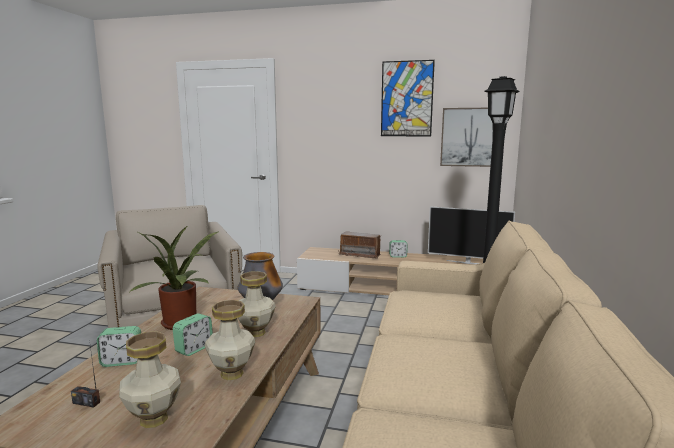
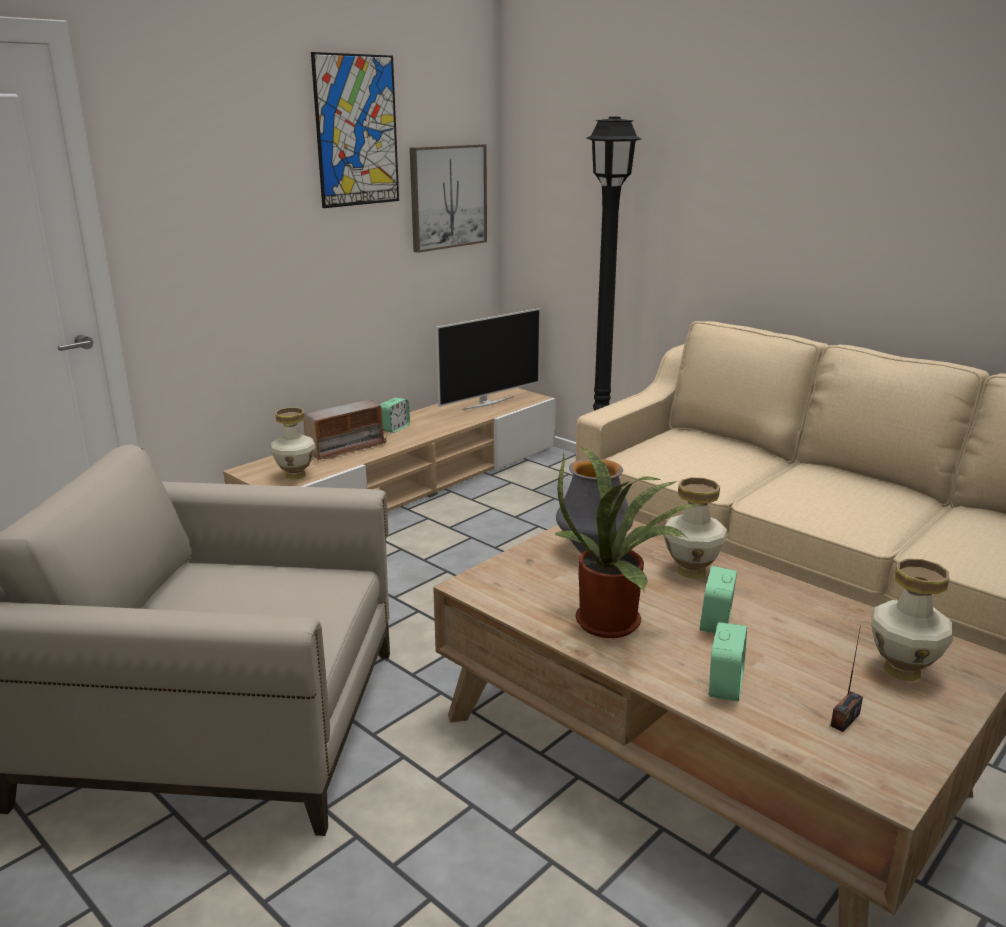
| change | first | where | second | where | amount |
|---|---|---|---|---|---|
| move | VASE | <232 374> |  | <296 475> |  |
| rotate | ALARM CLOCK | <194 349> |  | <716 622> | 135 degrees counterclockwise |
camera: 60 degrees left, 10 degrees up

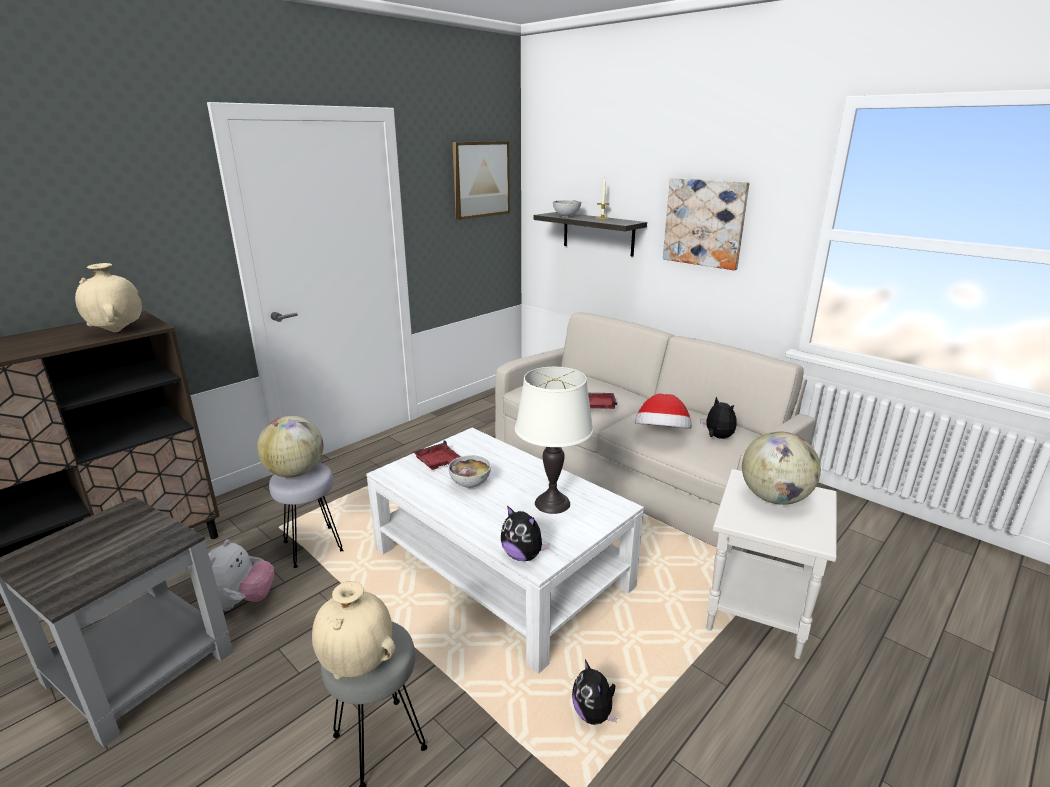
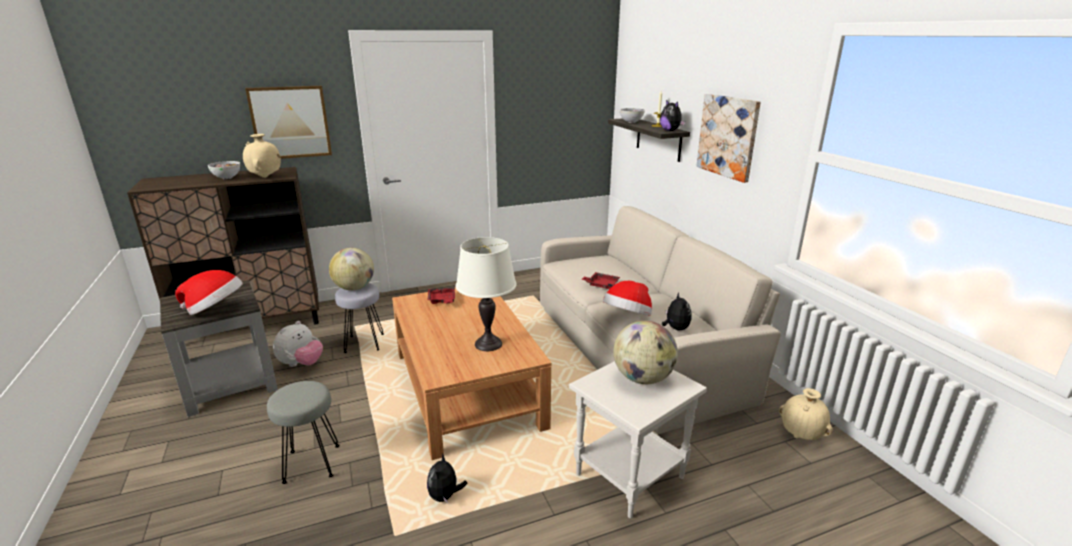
| change | first | where | second | where | amount |
|---|---|---|---|---|---|
| move | PICTURE | <481 179> |  | <290 122> |  |
| recolor | WHITE COFFEE TABLE | <501 568> | BROWN COFFEE TABLE | <467 389> |  |
| move | BOWL | <470 484> |  | <227 178> |  |
| move | PLUSH TOY | <523 555> |  | <670 131> |  |
| move | BEIGE VASE | <358 665> |  | <801 436> |  |
| insert |  |  | HAT | <216 309> |  |
camera: 25 degrees right, 0 degrees up

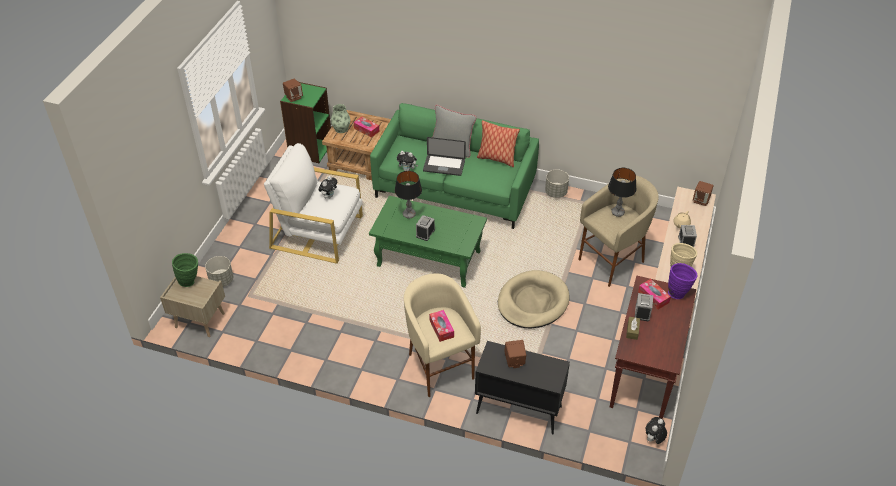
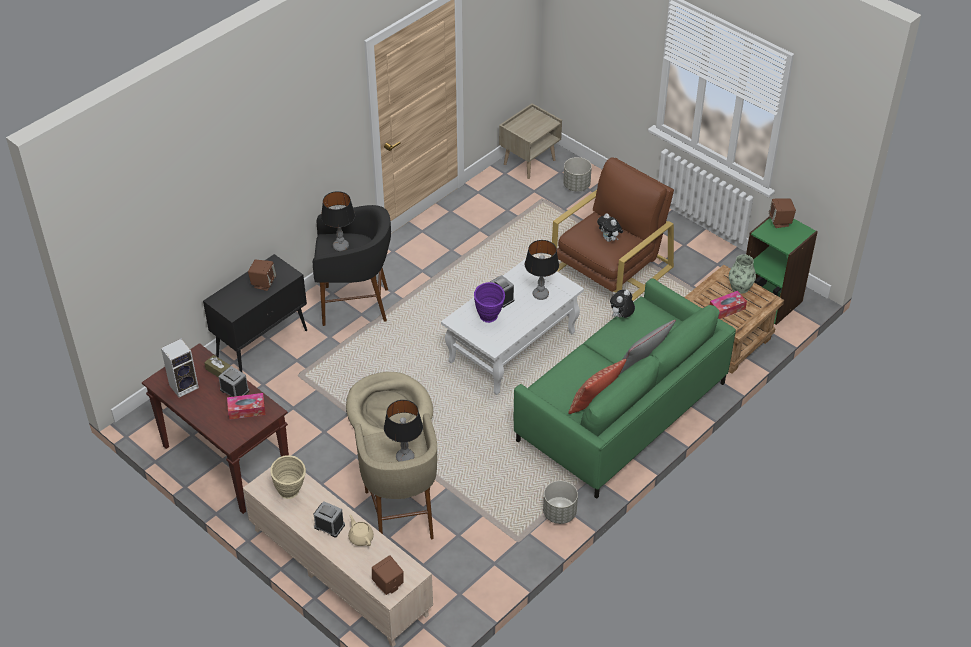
| change | first | where | second | where | amount |
|---|---|---|---|---|---|
| delete | LAPTOP | <444 166> |  |  |  |
| recolor | WHITE ARMCHAIR | <318 232> | BROWN ARMCHAIR | <611 270> |  |
| recolor | GREEN COFFEE TABLE | <429 259> | WHITE COFFEE TABLE | <511 347> |  |
| delete | GREEN VASE | <190 281> |  |  |  |
| move | PURPLE VASE | <678 292> |  | <489 319> |  |
| recolor | BEIGE STOOL | <439 367> | BLACK STOOL | <356 305> |  |
| replace | TISSUE BOX | <441 328> | TABLE LAMP | <340 246> |  |
| delete | PLUSH TOY | <653 439> |  |  |  |
| insert |  |  | SPEAKER | <184 385> |  |
camera: 115 degrees right, 0 degrees up

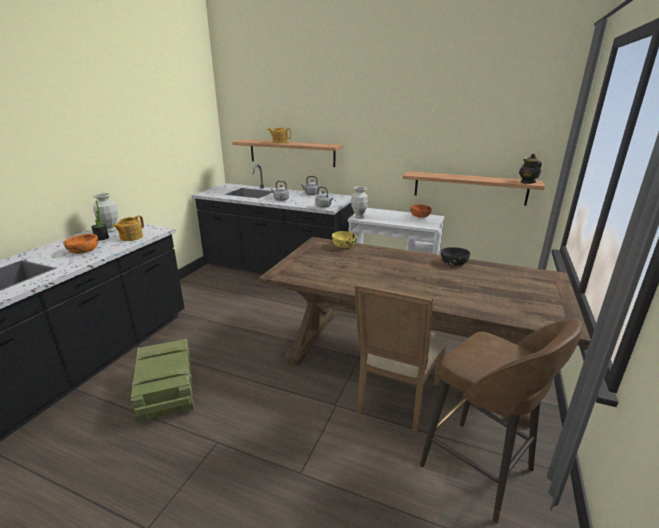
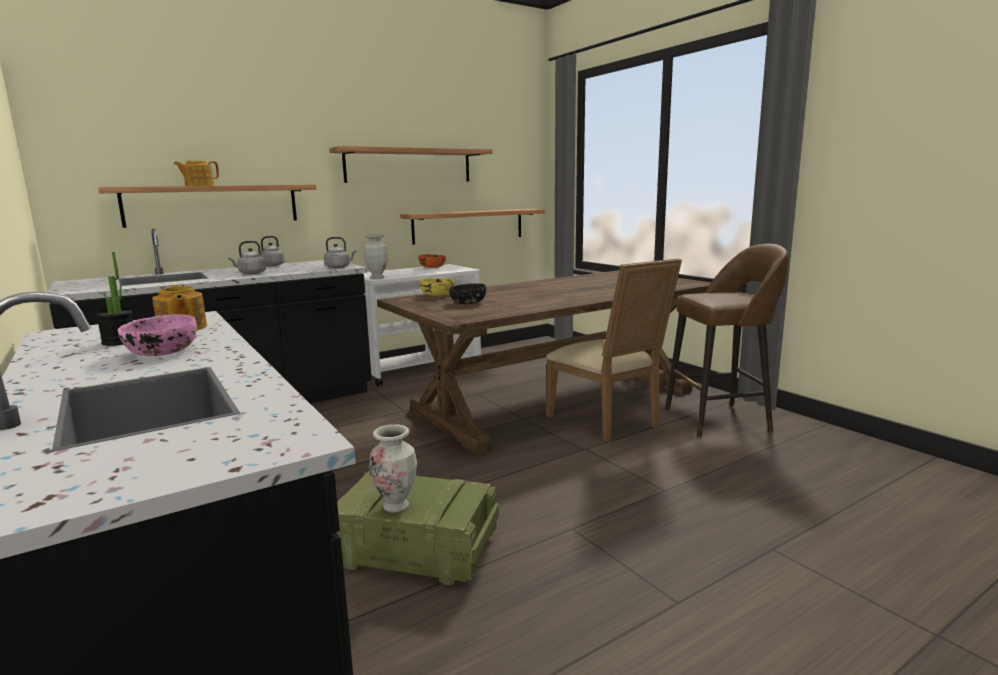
| change | first | where | second | where | amount |
|---|---|---|---|---|---|
| delete | TEAPOT | <527 182> |  |  |  |
| move | VASE | <110 230> |  | <396 506> |  |
| recolor | ORANGE BOWL | <83 251> | PINK BOWL | <161 352> |  |
| move | BLACK BOWL | <453 263> |  | <467 303> |  |
| insert |  |  | SHELF | <409 166> |  |
camera: 55 degrees left, 10 degrees down

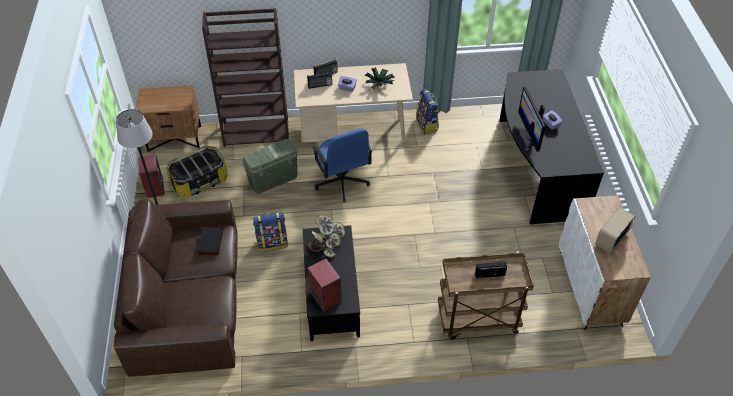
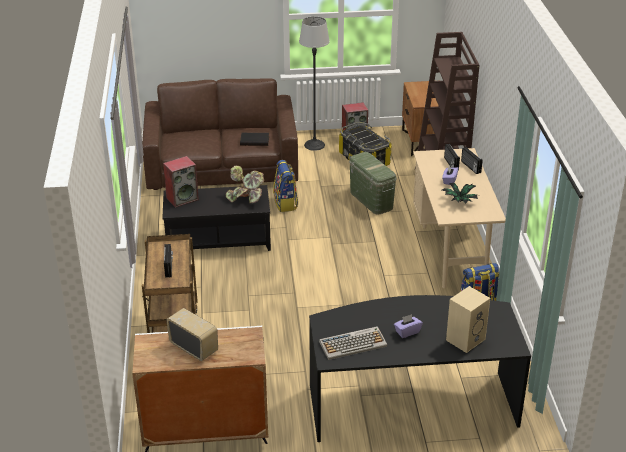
| change | first | where | second | where | amount |
|---|---|---|---|---|---|
| delete | MONITOR | <528 137> |  |  |  |
| delete | BLUE OFFICE CHAIR | <341 182> |  |  |  |
| insert |  |  | BEIGE SPEAKER | <465 339> |  |
| insert |  |  | KEYBOARD | <353 343> |  |
camera: 90 degrees right, 15 degrees down

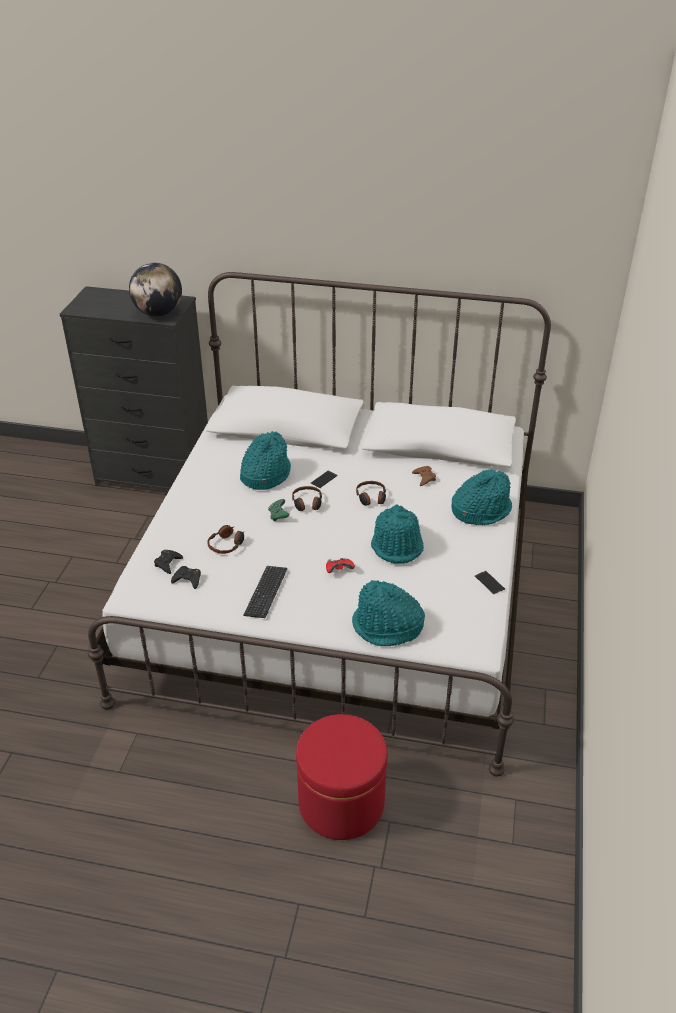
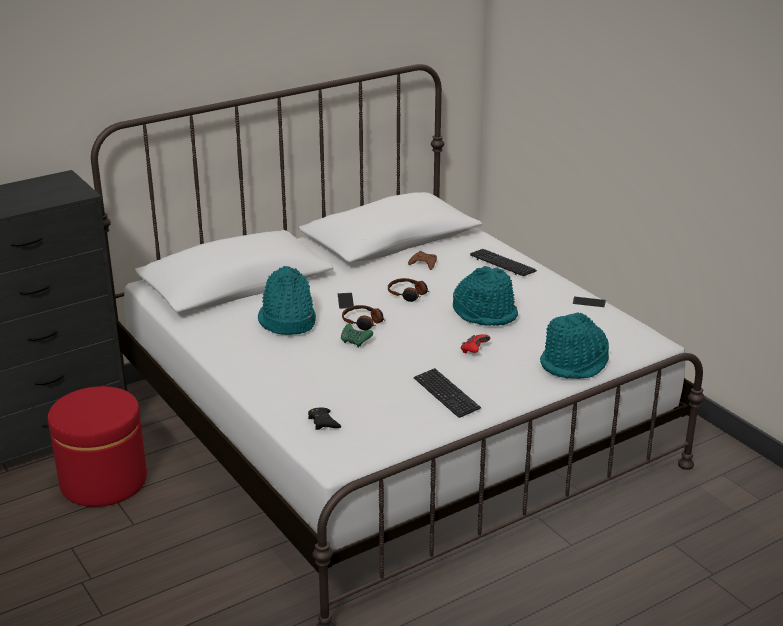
| change | first | where | second | where | amount |
|---|---|---|---|---|---|
| delete | GLOBE | <158 313> |  |  |  |
| replace | TURQUOISE HAT | <480 510> | KEYBOARD | <502 264> |  |
| delete | HEADPHONES | <227 544> |  |  |  |
| delete | BLACK GAME CONTROLLER | <188 579> |  |  |  |
| move | RED OTTOMAN | <341 803> |  | <103 481> |  |
camera: 45 degrees left, 10 degrees down

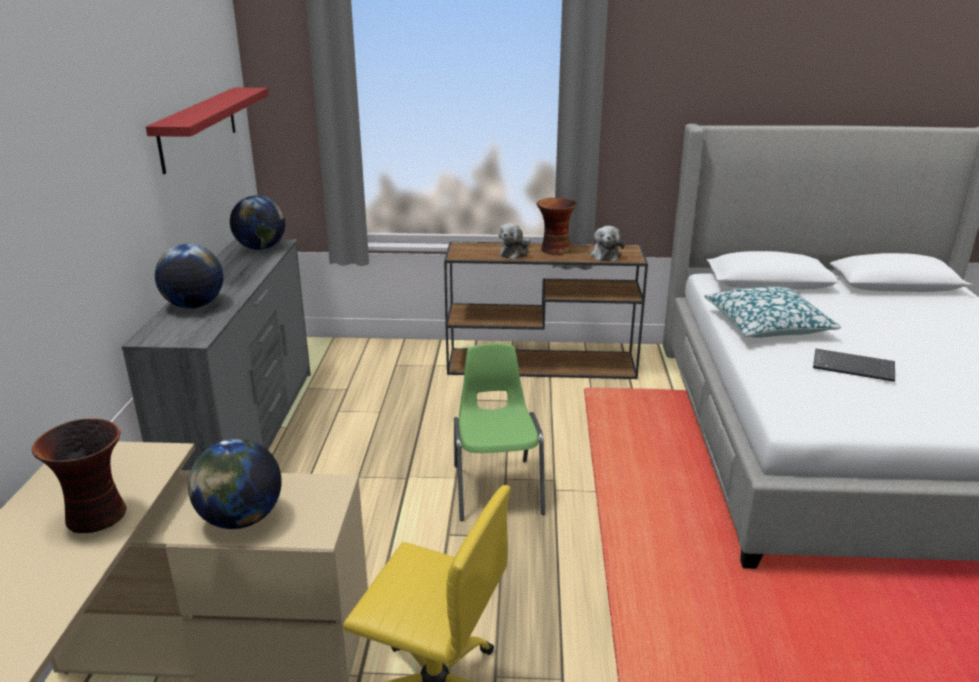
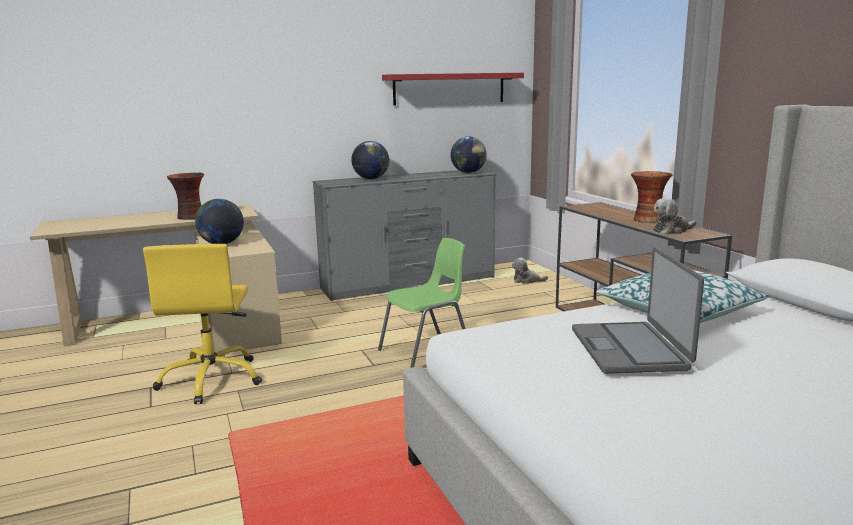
| change | first | where | second | where | amount |
|---|---|---|---|---|---|
| move | PLUSH TOY | <515 253> |  | <527 280> |  |
| replace | KEYBOARD | <854 366> | LAPTOP | <630 349> |  |
camera: 65 degrees right, 10 degrees down

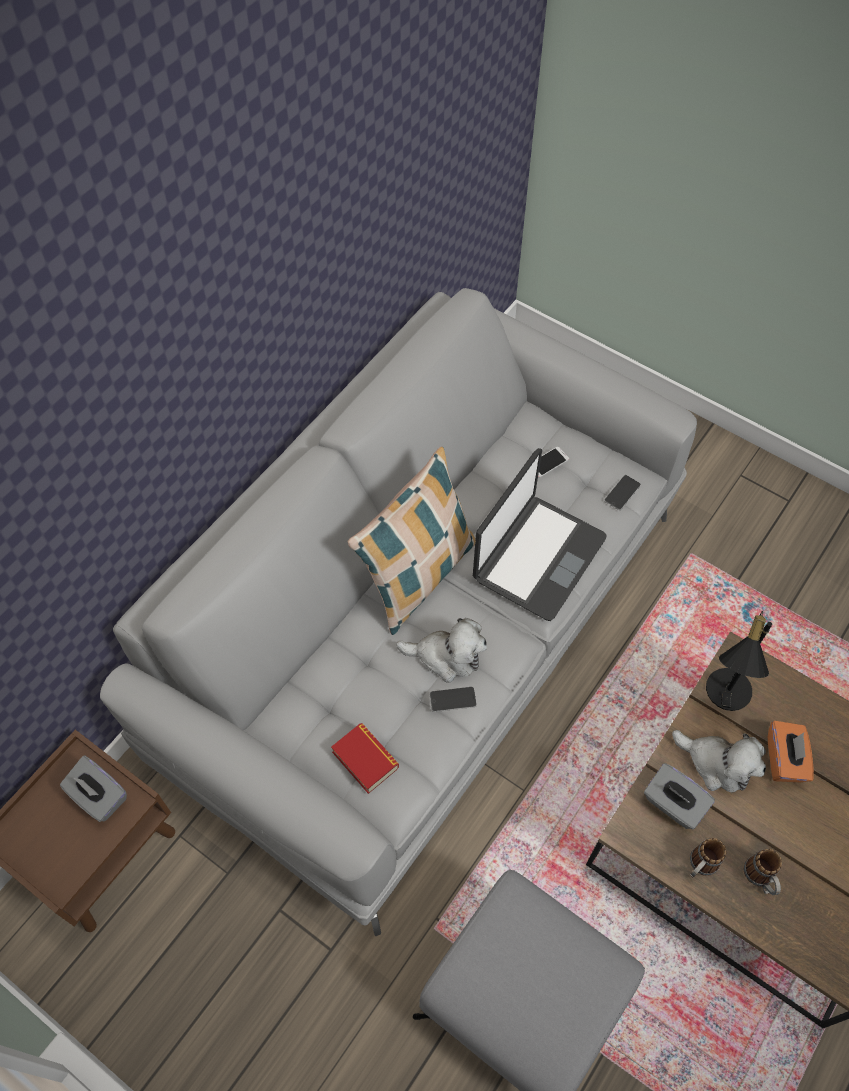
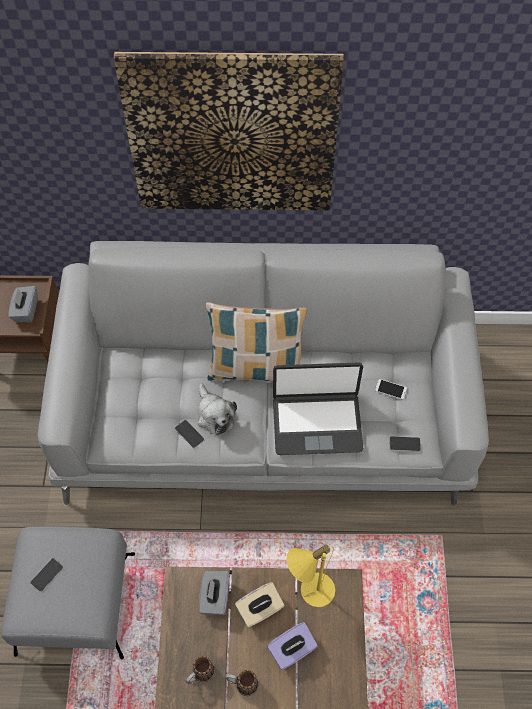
| change | first | where | second | where | amount |
|---|---|---|---|---|---|
| recolor | BLACK TABLE LAMP | <724 696> | YELLOW TABLE LAMP | <310 589> |  |
| recolor | ORANGE TISSUE BOX | <784 759> | PURPLE TISSUE BOX | <292 650> |  |
| delete | BOOK | <365 760> |  |  |  |
| replace | PLUSH TOY | <717 764> | BEIGE TISSUE BOX | <260 609> |  |
| move | MUG | <699 866> |  | <242 684> |  |
| insert |  |  | PICTURE | <232 135> |  |
| insert |  |  | PHONE | <47 575> |  |
camera: 55 degrees right, 0 degrees up

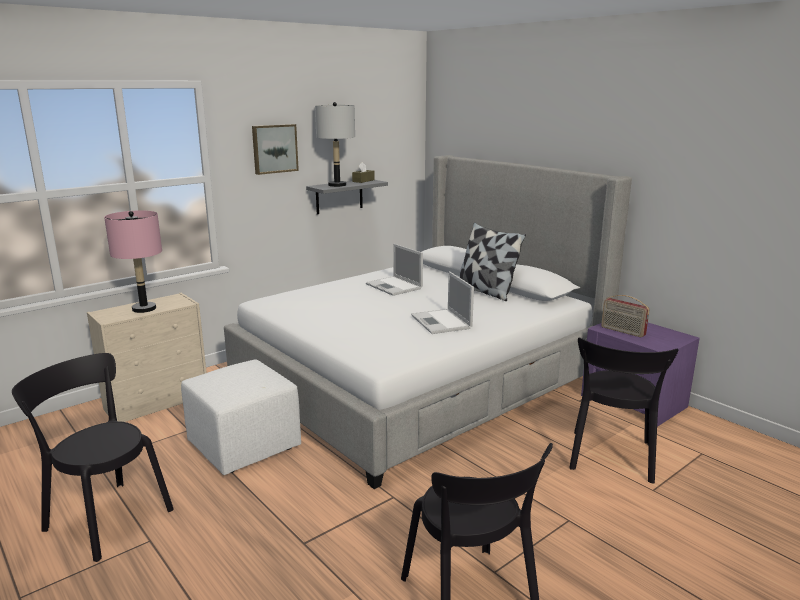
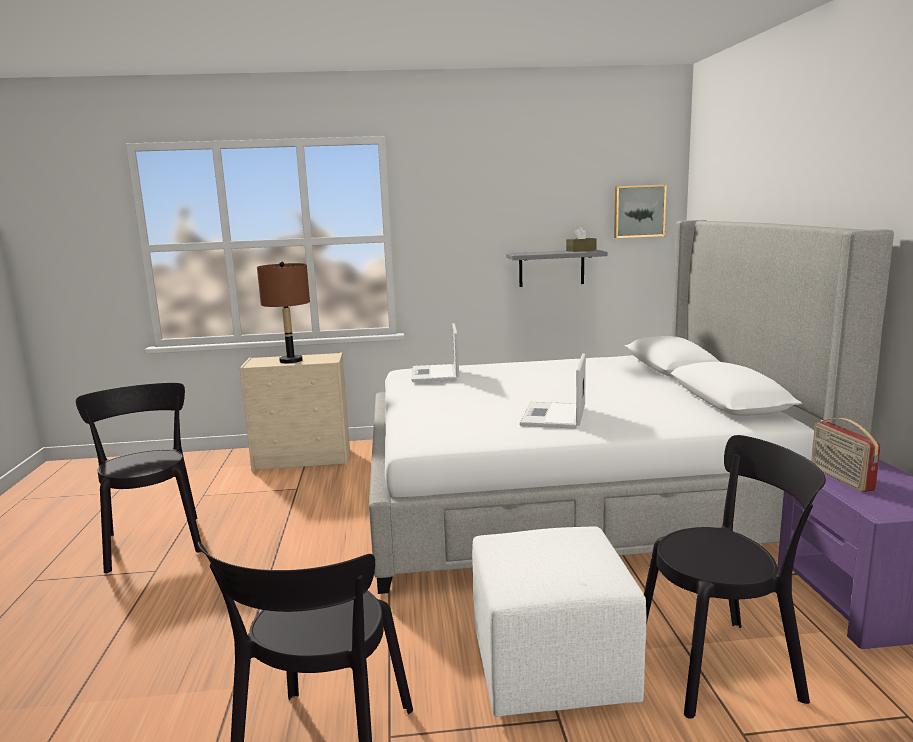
| change | first | where | second | where | amount |
|---|---|---|---|---|---|
| delete | GREY TABLE LAMP | <337 185> |  |  |  |
| move | PICTURE | <274 148> |  | <638 211> |  |
| recolor | PINK TABLE LAMP | <144 309> | BROWN TABLE LAMP | <291 361> |  |
| delete | PILLOW | <486 291> |  |  |  |
| move | LAPTOP | <394 286> |  | <435 374> |  |
| rotate | BLACK CHAIR | <611 458> |  | <723 666> | 150 degrees counterclockwise |
| move | WHITE OTTOMAN | <245 446> |  | <553 669> |  |
camera: 35 degrees right, 5 degrees down

